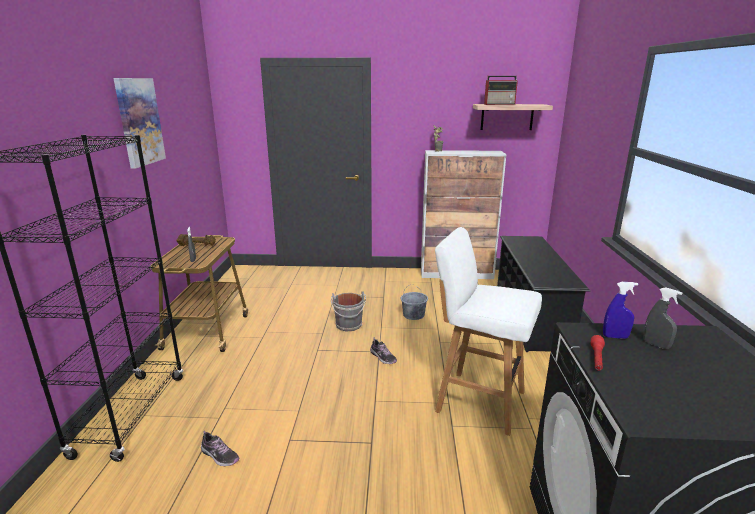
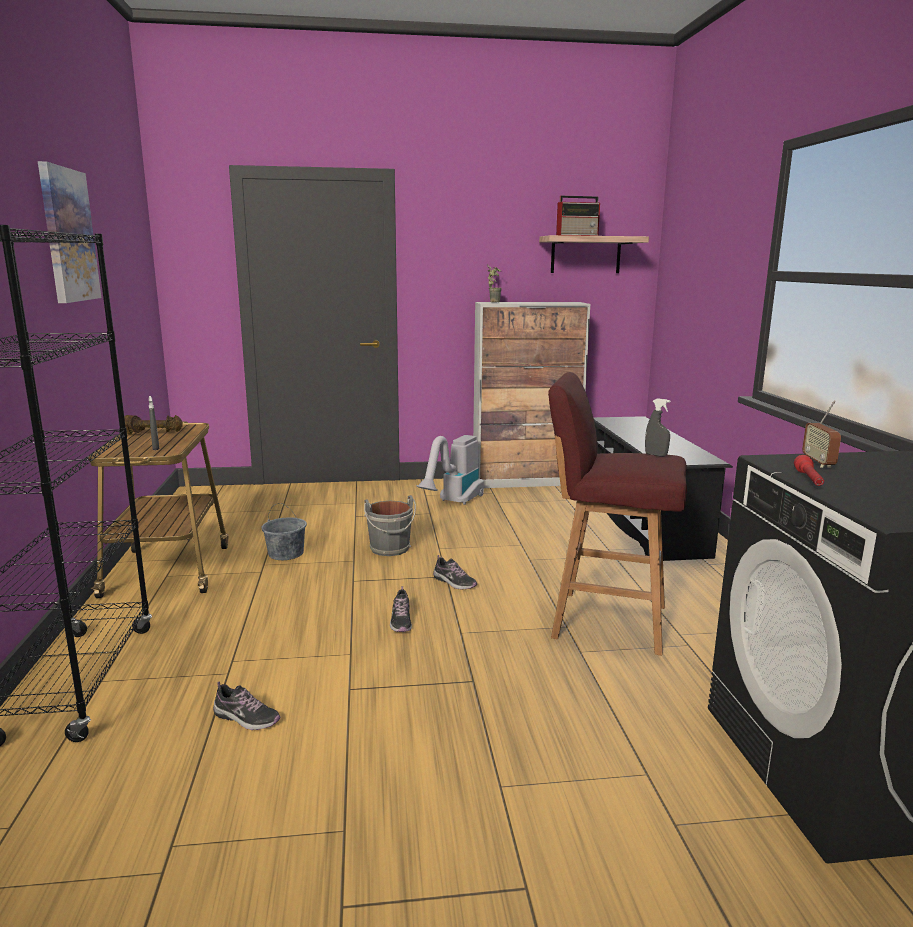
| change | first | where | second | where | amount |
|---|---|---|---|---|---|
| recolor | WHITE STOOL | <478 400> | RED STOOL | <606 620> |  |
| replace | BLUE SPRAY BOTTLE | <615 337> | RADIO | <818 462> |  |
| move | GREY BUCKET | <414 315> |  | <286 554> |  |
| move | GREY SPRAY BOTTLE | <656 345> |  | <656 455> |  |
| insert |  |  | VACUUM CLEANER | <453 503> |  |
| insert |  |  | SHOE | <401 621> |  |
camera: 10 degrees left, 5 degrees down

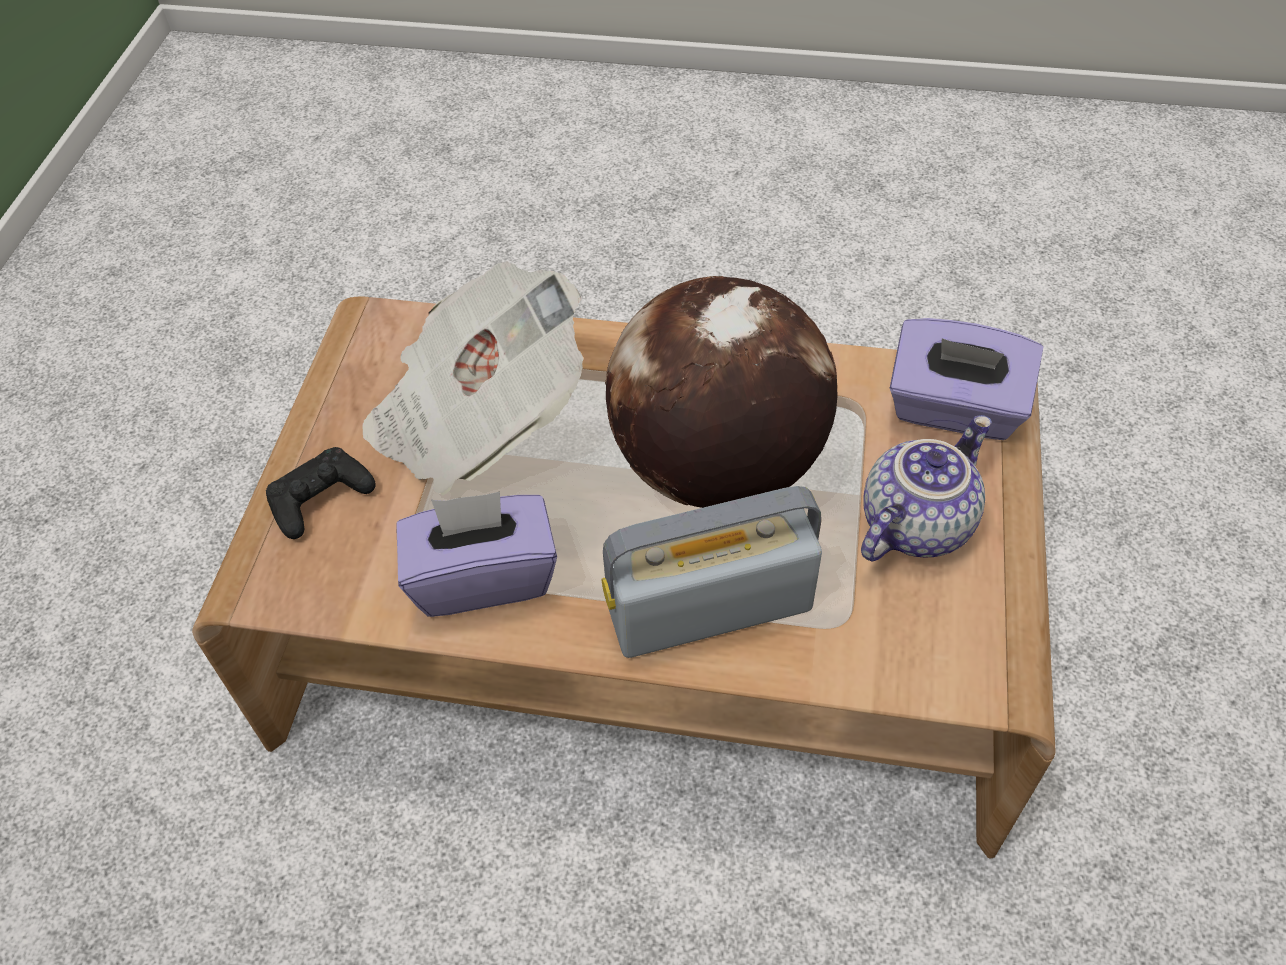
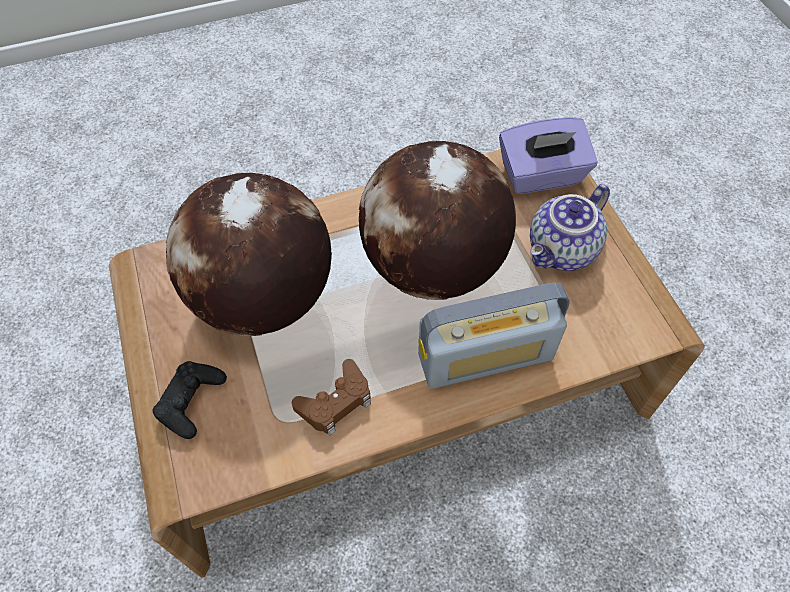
| change | first | where | second | where | amount |
|---|---|---|---|---|---|
| replace | NEWSPAPER | <478 417> | GLOBE | <263 299> |  |
| rotate | TEAPOT | <914 522> |  | <563 251> | 150 degrees counterclockwise |
| rotate | RADIO | <709 609> |  | <485 357> | 150 degrees counterclockwise |
| replace | PURPLE TISSUE BOX | <483 576> | BROWN GAME CONTROLLER | <336 402> |  |
camera: 30 degrees left, 5 degrees up

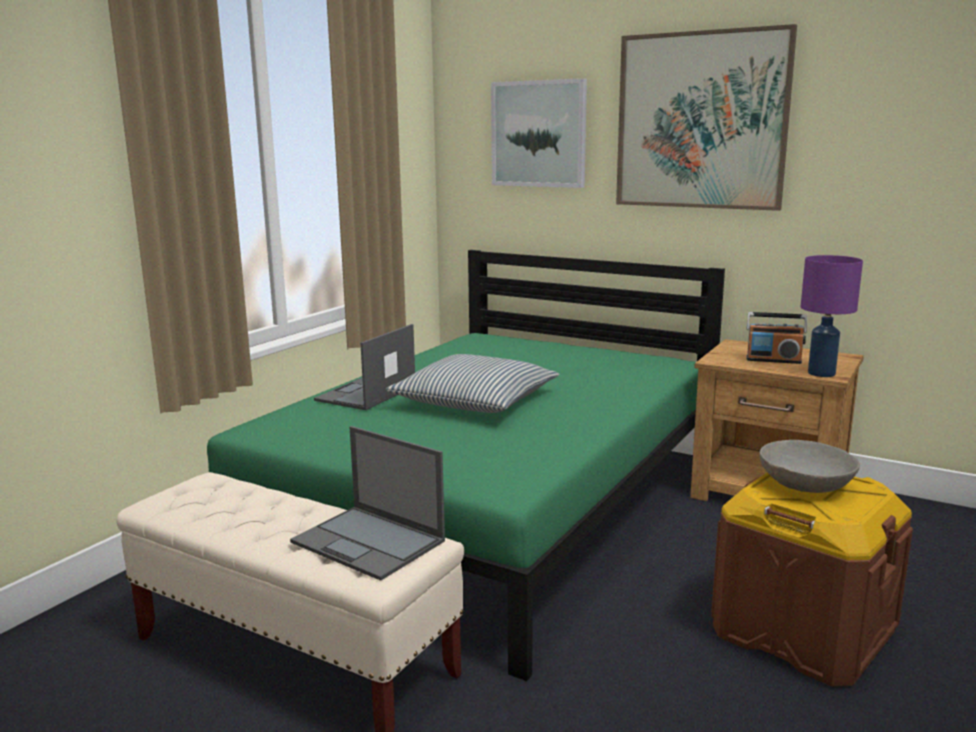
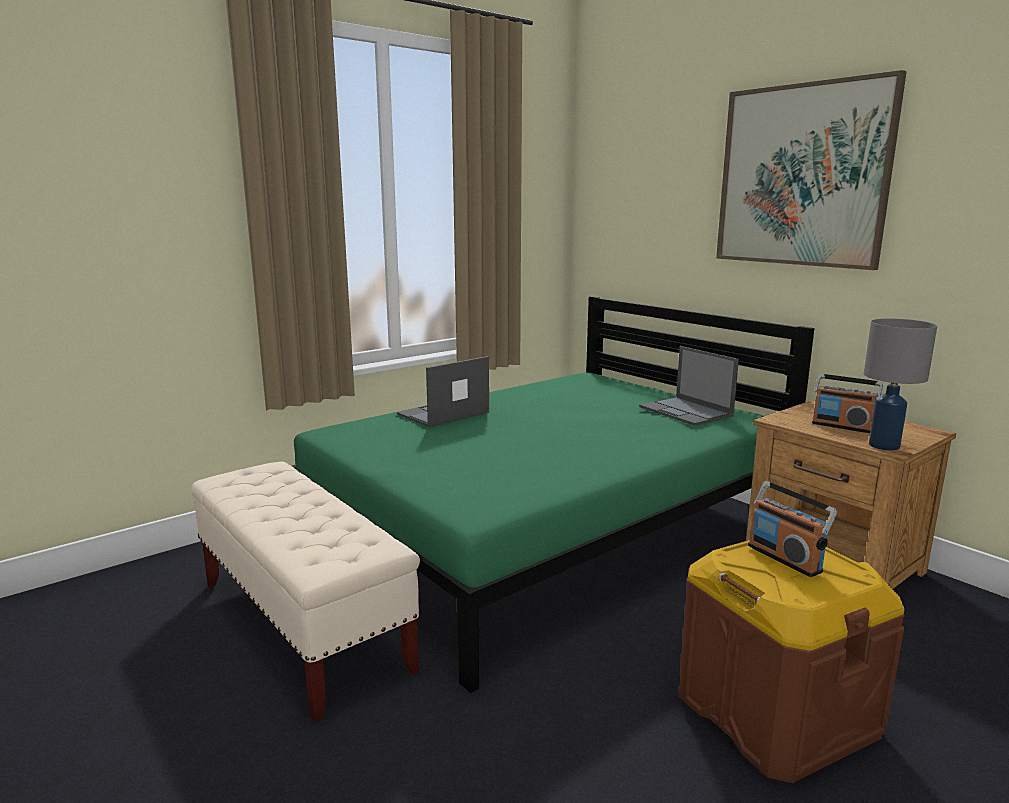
| change | first | where | second | where | amount |
|---|---|---|---|---|---|
| delete | PICTURE | <539 134> |  |  |  |
| recolor | PURPLE TABLE LAMP | <821 373> | GREY TABLE LAMP | <883 446> |  |
| delete | PILLOW | <475 401> |  |  |  |
| move | LAPTOP | <369 542> |  | <686 411> |  |
| replace | GREY BOWL | <806 485> | RADIO | <785 558> |  |
camera: 20 degrees right, 0 degrees up

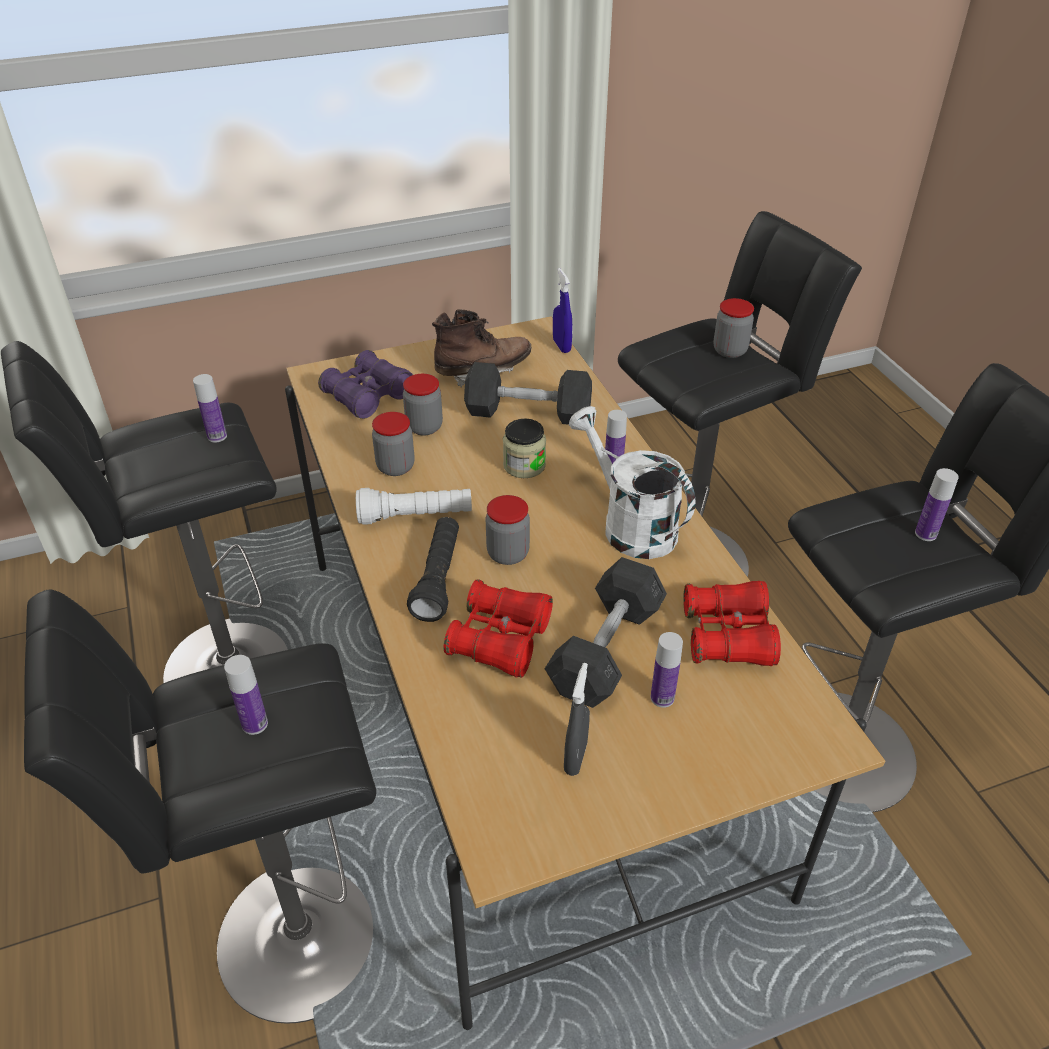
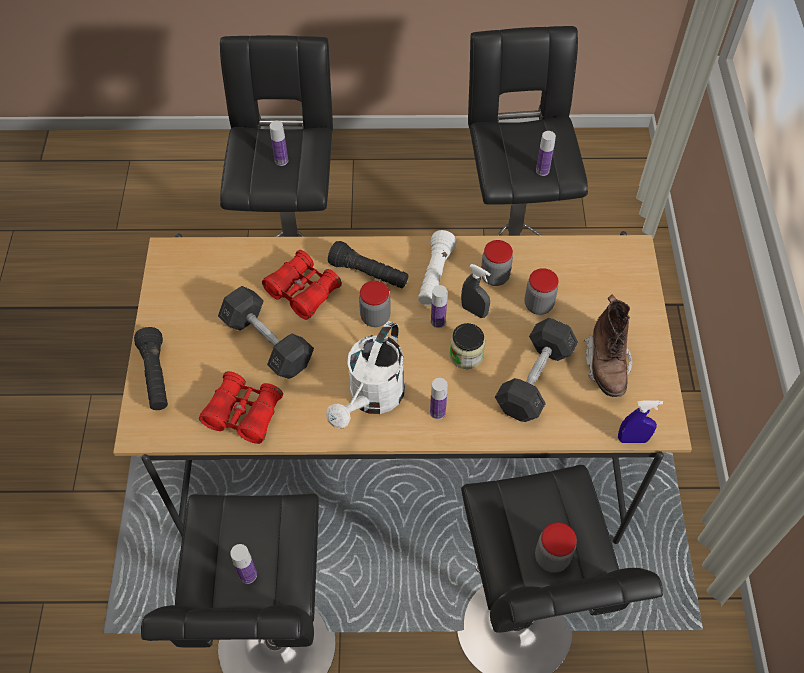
| change | first | where | second | where | amount |
|---|---|---|---|---|---|
| delete | PURPLE BINOCULARS | <368 396> |  |  |  |
| rotate | WHITE WATERING CAN | <629 525> |  | <372 399> | 135 degrees clockwise |
| move | BOTTLE | <662 698> |  | <438 322> |  |
| move | GREY SPRAY BOTTLE | <575 757> |  | <474 311> |  |
| insert |  |  | BLACK FLASHLIGHT | <156 376> |  |
camera: 110 degrees right, 15 degrees up

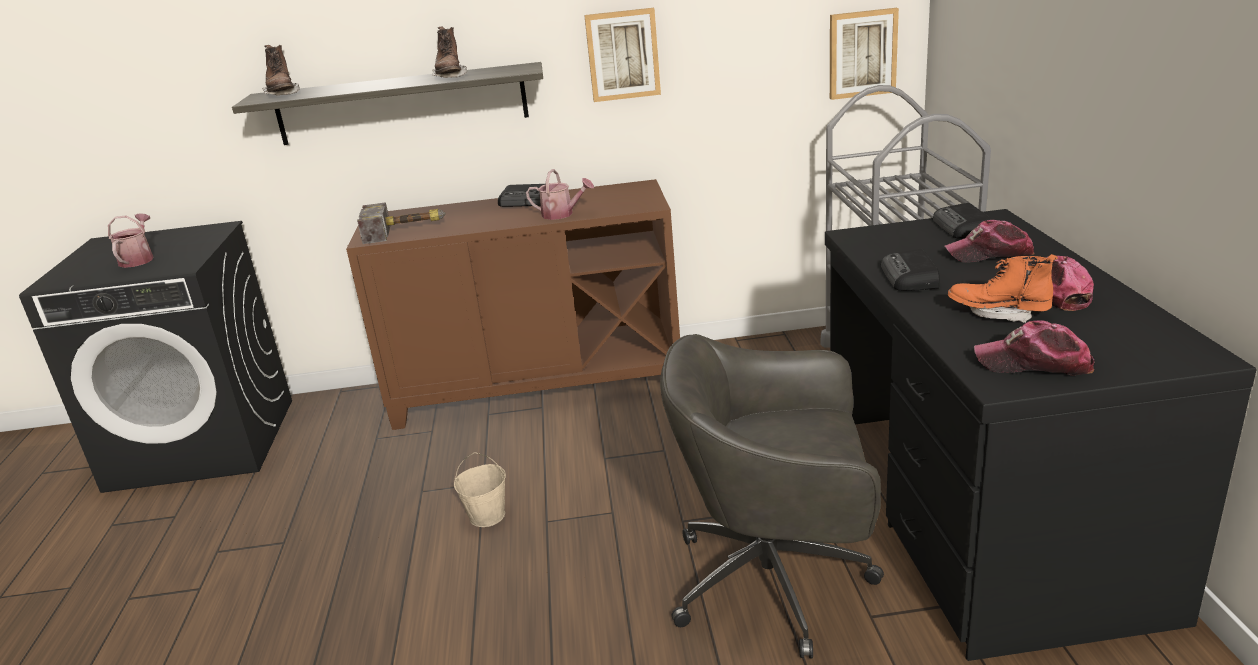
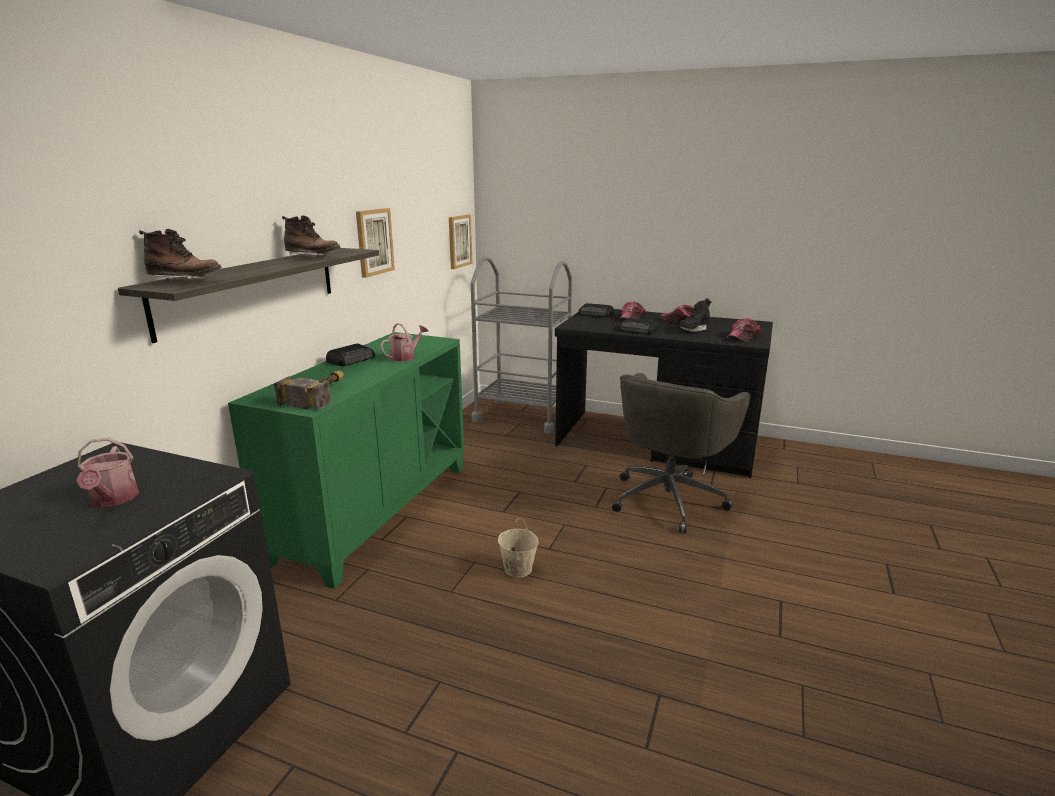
| change | first | where | second | where | amount |
|---|---|---|---|---|---|
| recolor | BROWN CABINET | <538 386> | GREEN CABINET | <374 511> |  |
| rotate | WATERING CAN | <138 259> |  | <113 499> | 135 degrees counterclockwise |
| recolor | ORANGE BOOT | <998 313> | BLACK BOOT | <693 330> |  |
camera: 65 degrees left, 5 degrees down

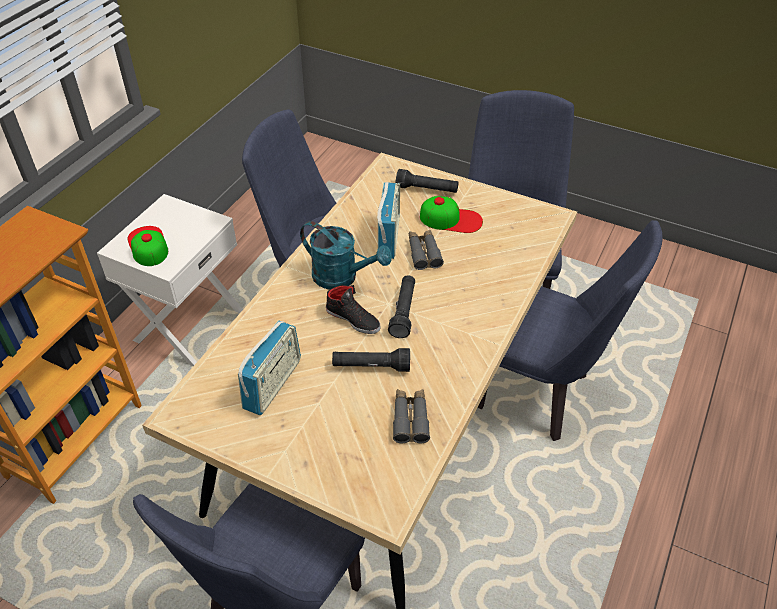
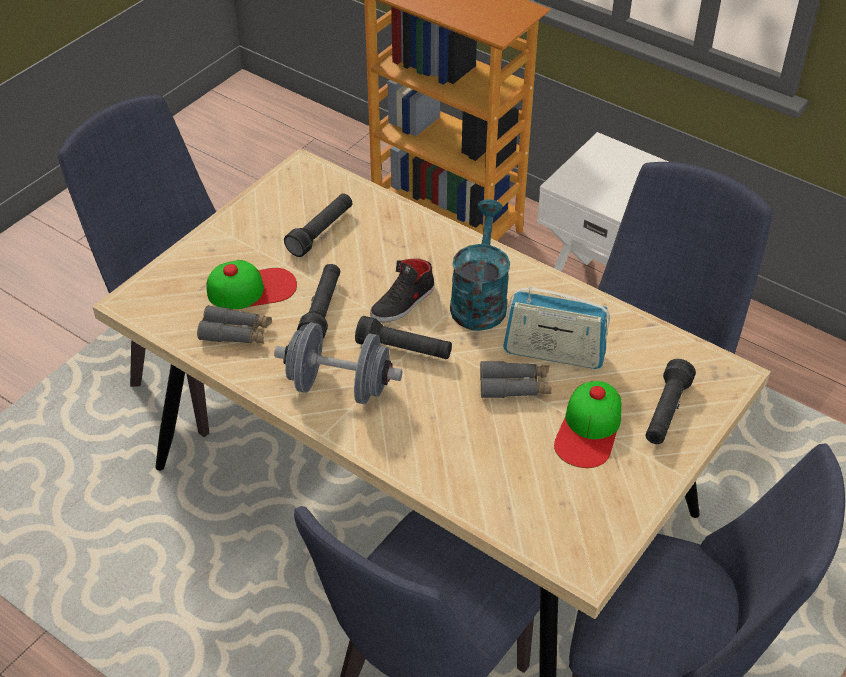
| change | first | where | second | where | amount |
|---|---|---|---|---|---|
| rotate | TURQUOISE WATERING CAN | <342 277> |  | <479 300> | 150 degrees clockwise |
| move | CAP | <148 245> |  | <252 288> |  |
| replace | RADIO | <273 384> | BLACK FLASHLIGHT | <321 232> |  |
| insert |  |  | GREY DUMBBELL | <339 386> |  |
camera: 100 degrees right, 0 degrees up

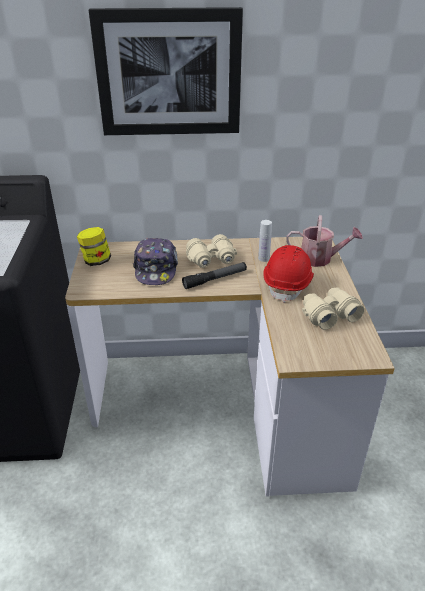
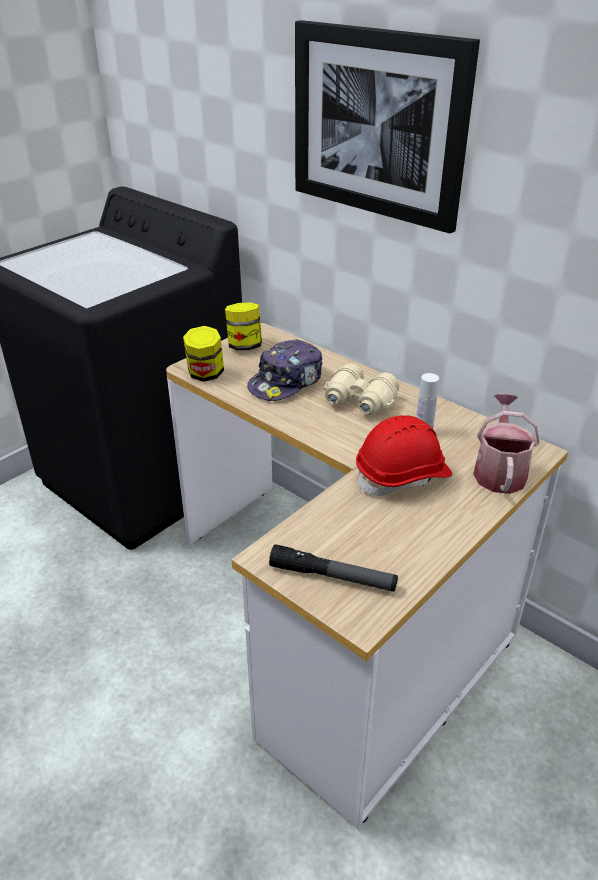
| change | first | where | second | where | amount |
|---|---|---|---|---|---|
| rotate | WATERING CAN | <320 259> |  | <499 471> | 135 degrees counterclockwise |
| move | FLASHLIGHT | <215 279> |  | <332 577> |  |
| delete | BEIGE BINOCULARS | <329 315> |  |  |  |
| insert |  |  | JAR | <205 374> |  |
camera: 45 degrees right, 0 degrees up

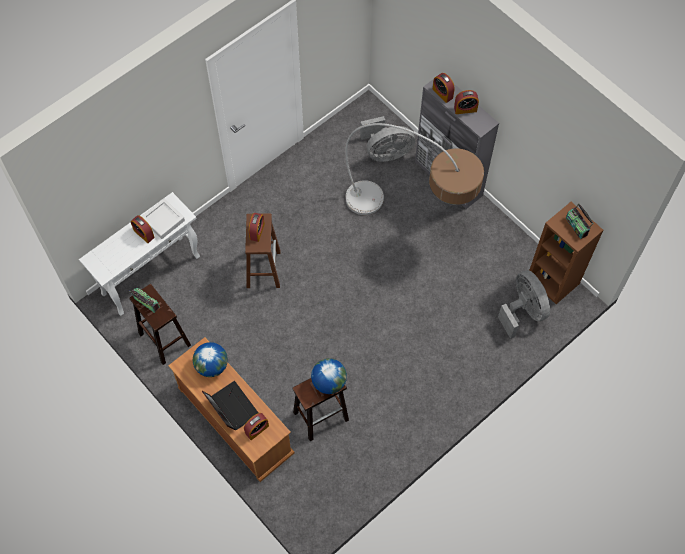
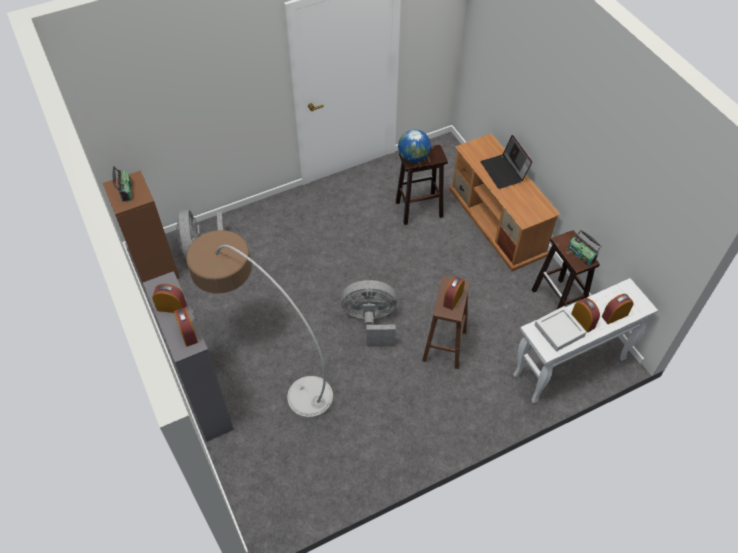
| change | first | where | second | where | amount |
|---|---|---|---|---|---|
| move | GREY FAN | <386 152> |  | <371 322> |  |
| delete | GLOBE | <212 366> |  |  |  |
| move | ALARM CLOCK | <257 429> |  | <614 315> |  |
camera: 165 degrees left, 10 degrees down

